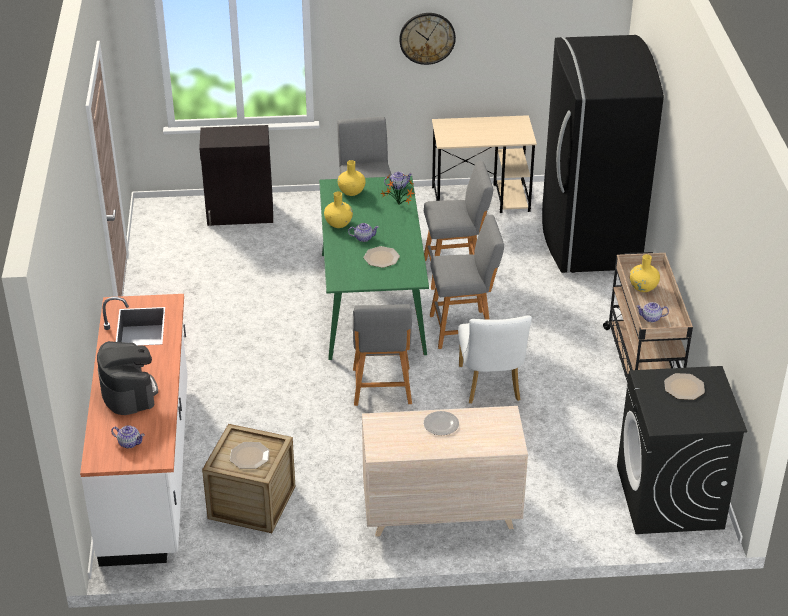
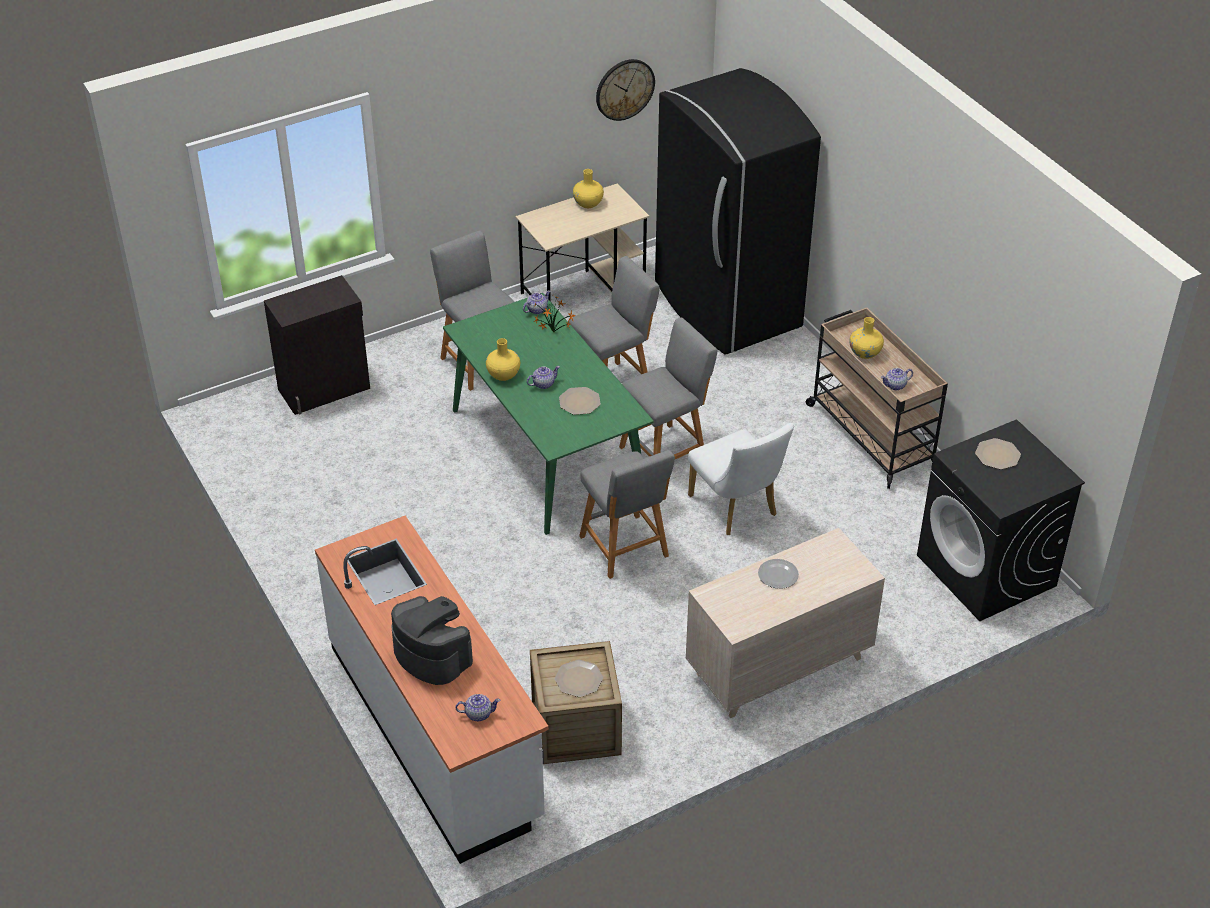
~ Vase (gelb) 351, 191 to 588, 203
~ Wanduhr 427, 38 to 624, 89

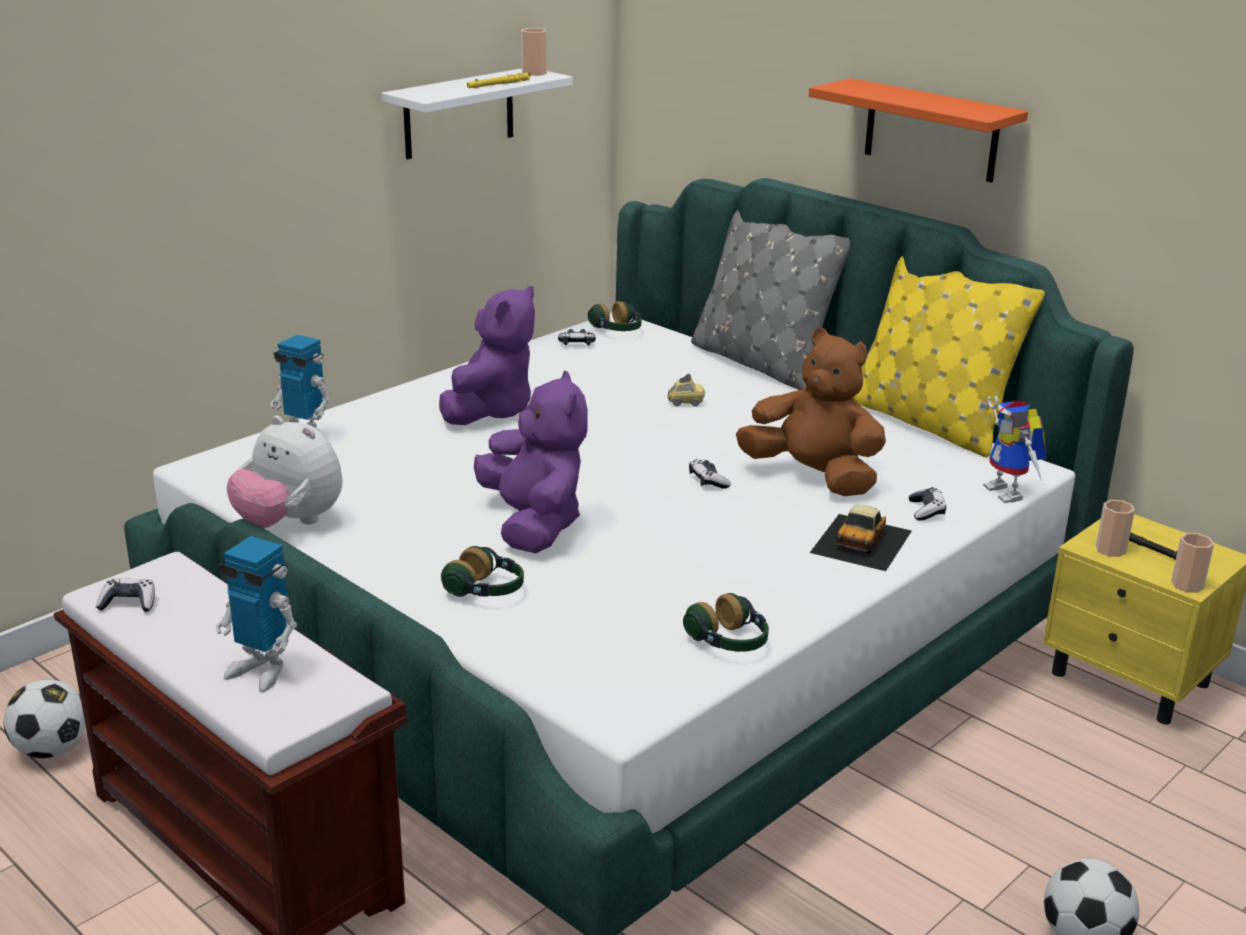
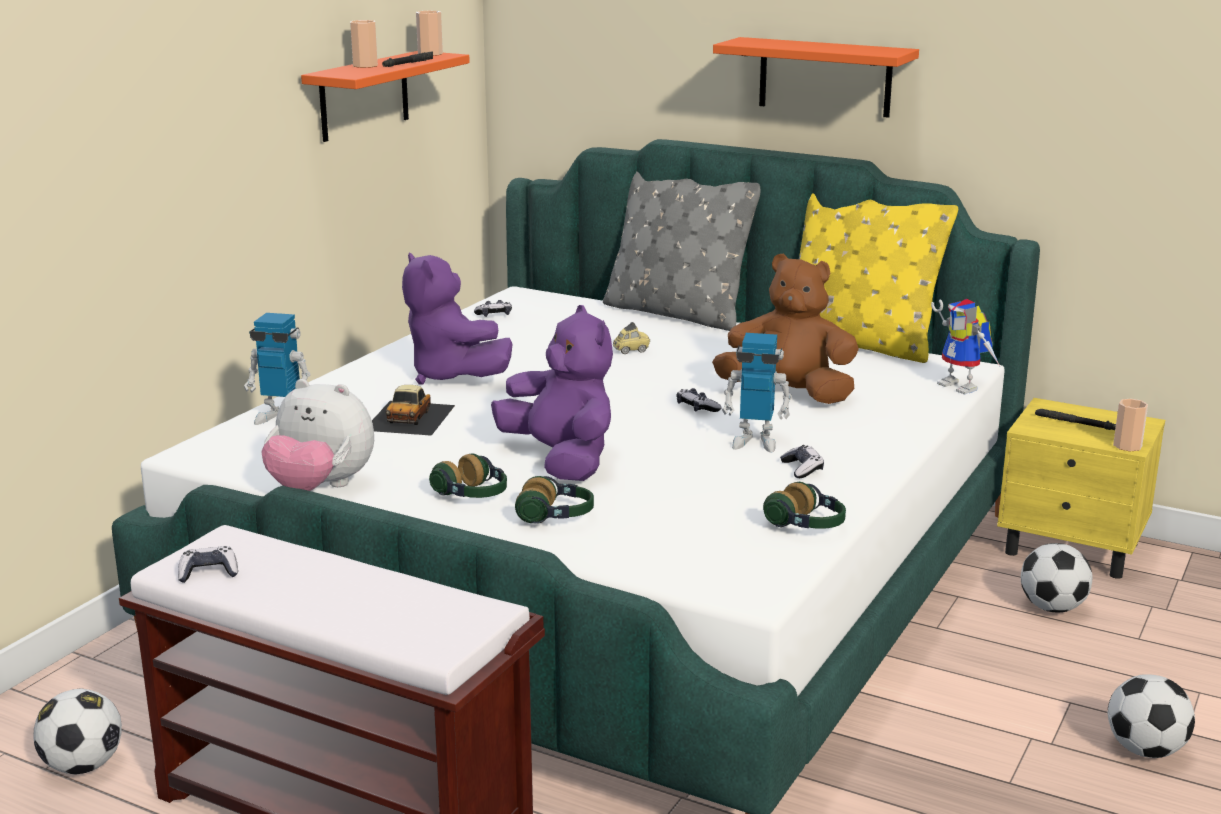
~ Wandregal (weiß) 459, 113 to Wandregal (orange) 364, 96
~ Tasse 1110, 550 to 365, 65
~ Spielzeugauto 862, 541 to 410, 417
~ Taschenlampe (gelb) 500, 84 to Taschenlampe (schwarz) 409, 63
~ Plüschtier (lila) 491, 410 = 452, 376 135 degrees clockwise
~ Kopfhörer 617, 331 to 473, 496
~ Spielzeugroboter 261, 671 to 755, 442
~ Gamepad 926, 511 to 802, 469
+ Fußball 1052, 608

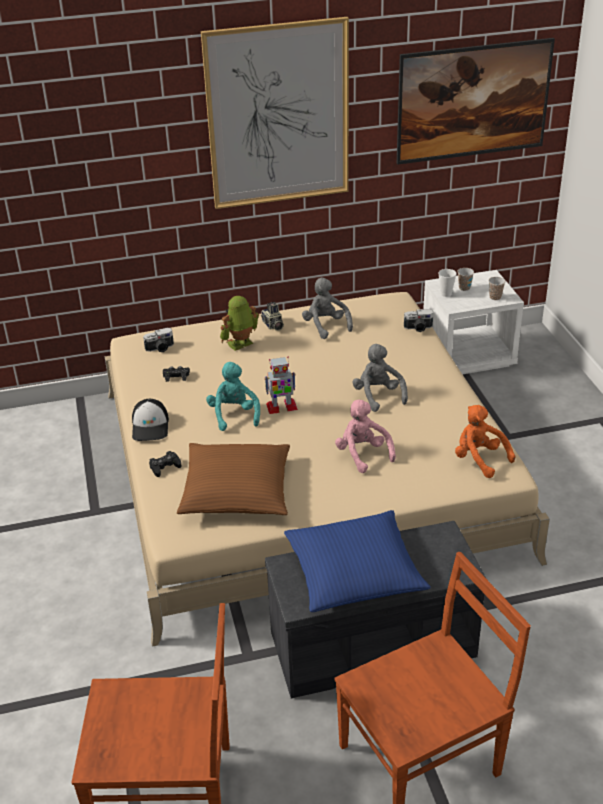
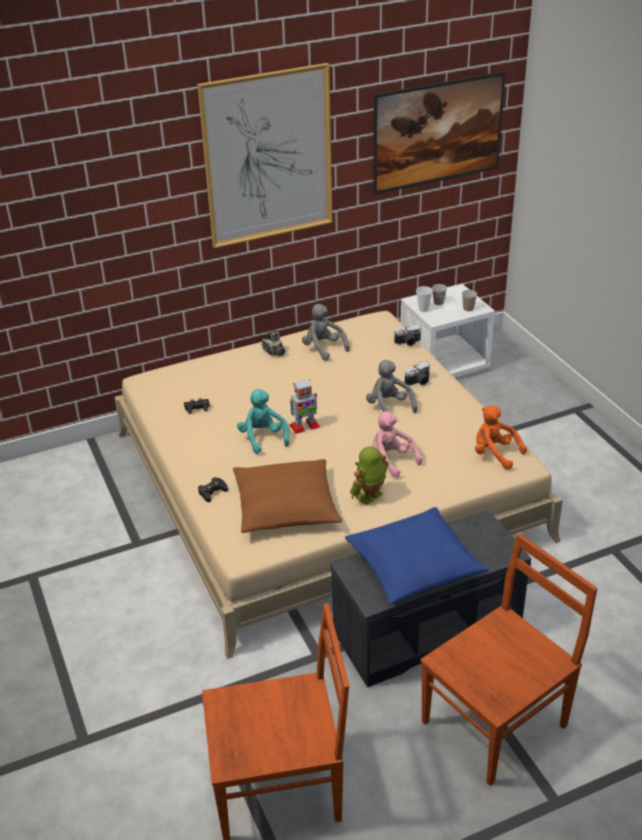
~ Spielzeugroboter 241, 344 to 370, 497
~ Kamera 160, 348 to 419, 382
- Kappe 150, 426

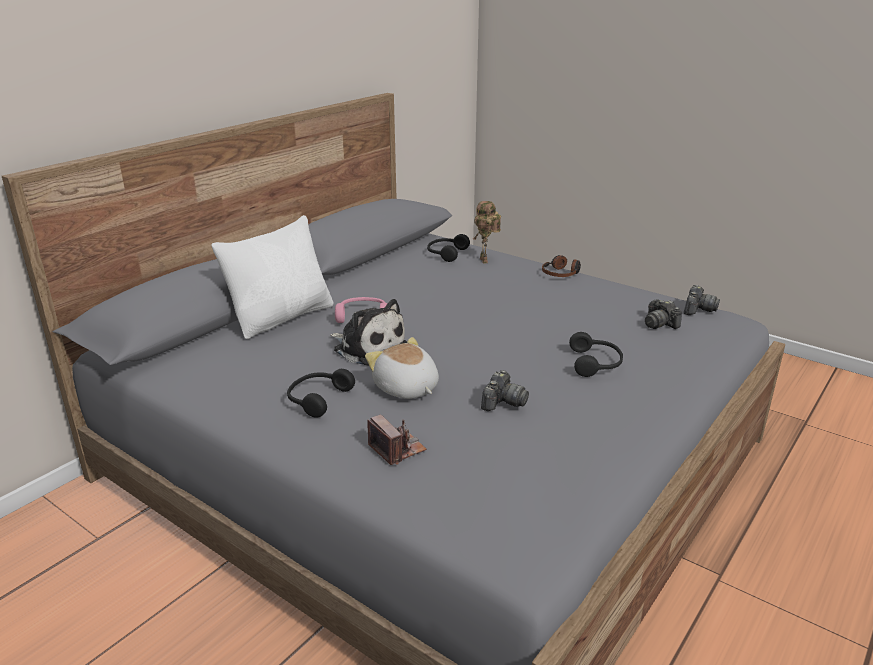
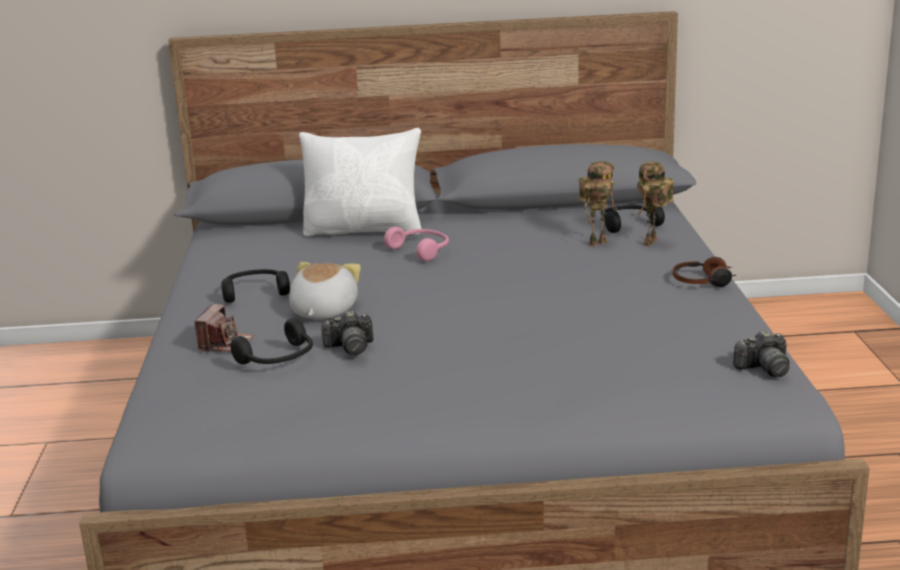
~ Kopfhörer (schwarz) 596, 363 to 278, 359
+ Spielzeugroboter 597, 242
- Plüschtier 367, 347
- Kamera 659, 324

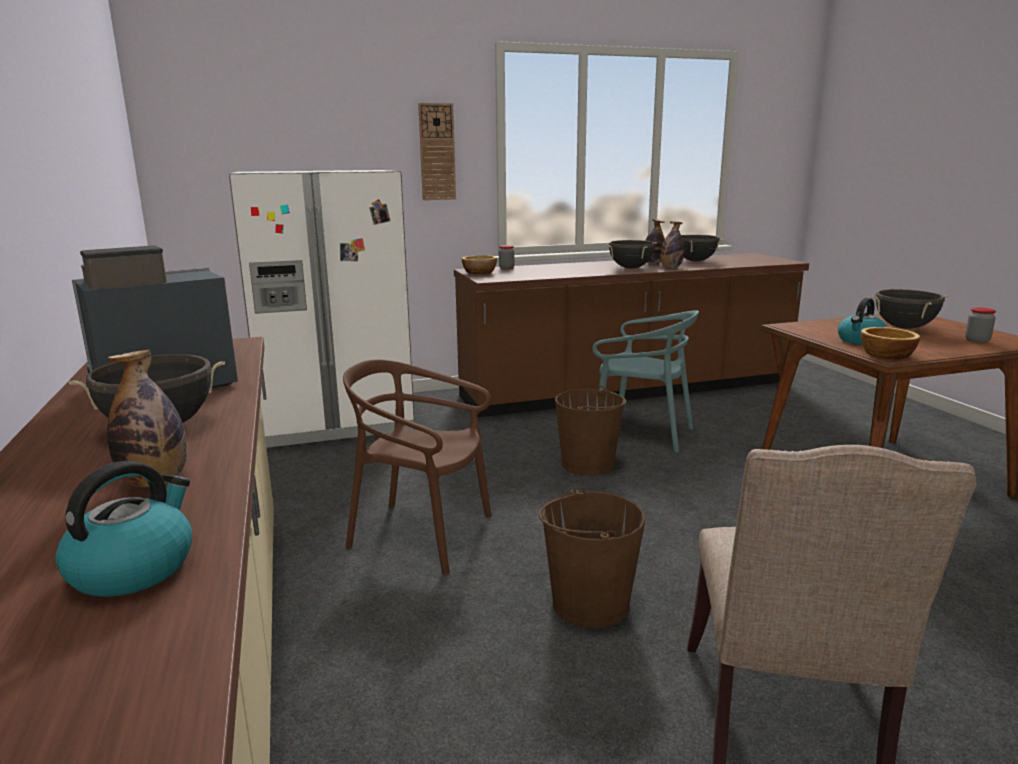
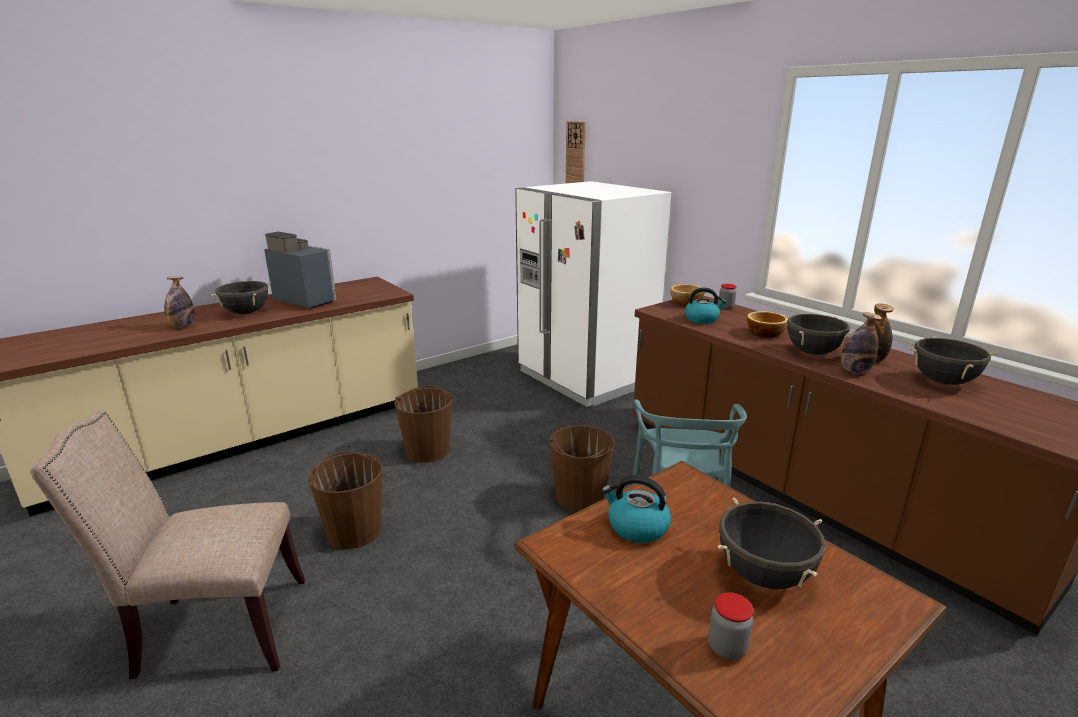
~ Stuhl (braun) 421, 535 to Eimer (braun) 427, 450
~ Wanduhr 437, 152 to 575, 159
~ Wasserkessel 133, 568 to 702, 319
~ Schüssel 885, 355 to 765, 333

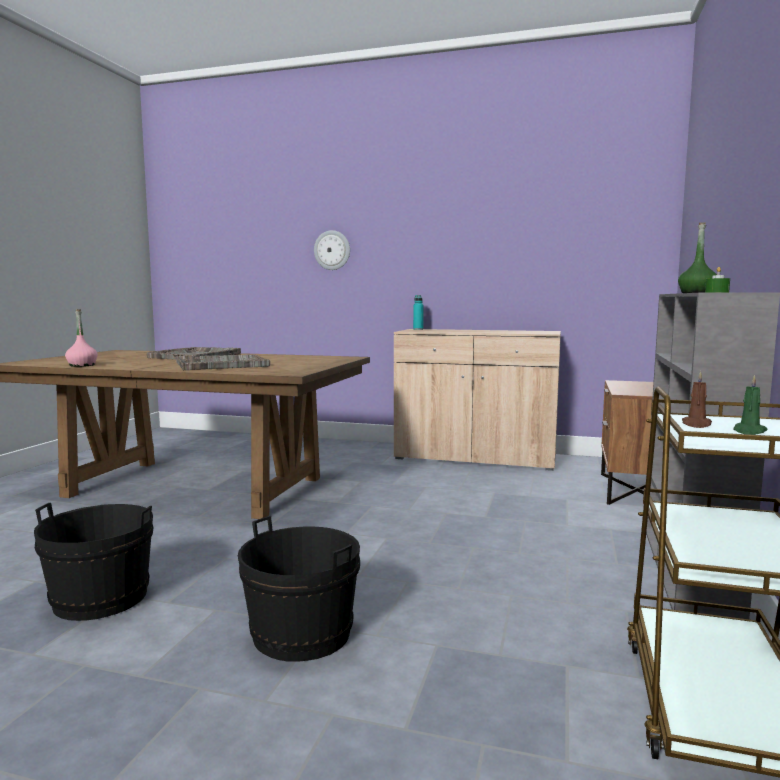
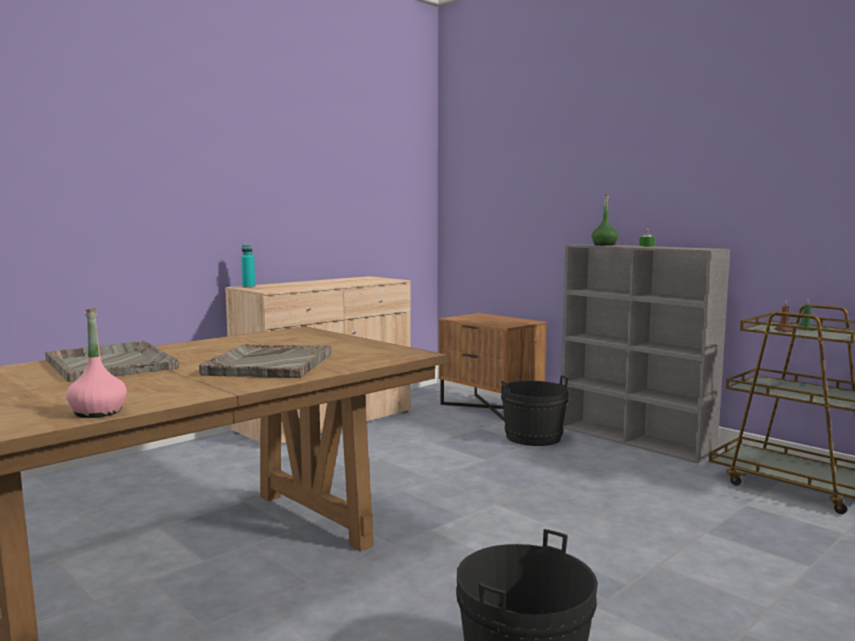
~ Eimer (schwarz) 301, 634 to 533, 437
- Wanduhr 332, 250

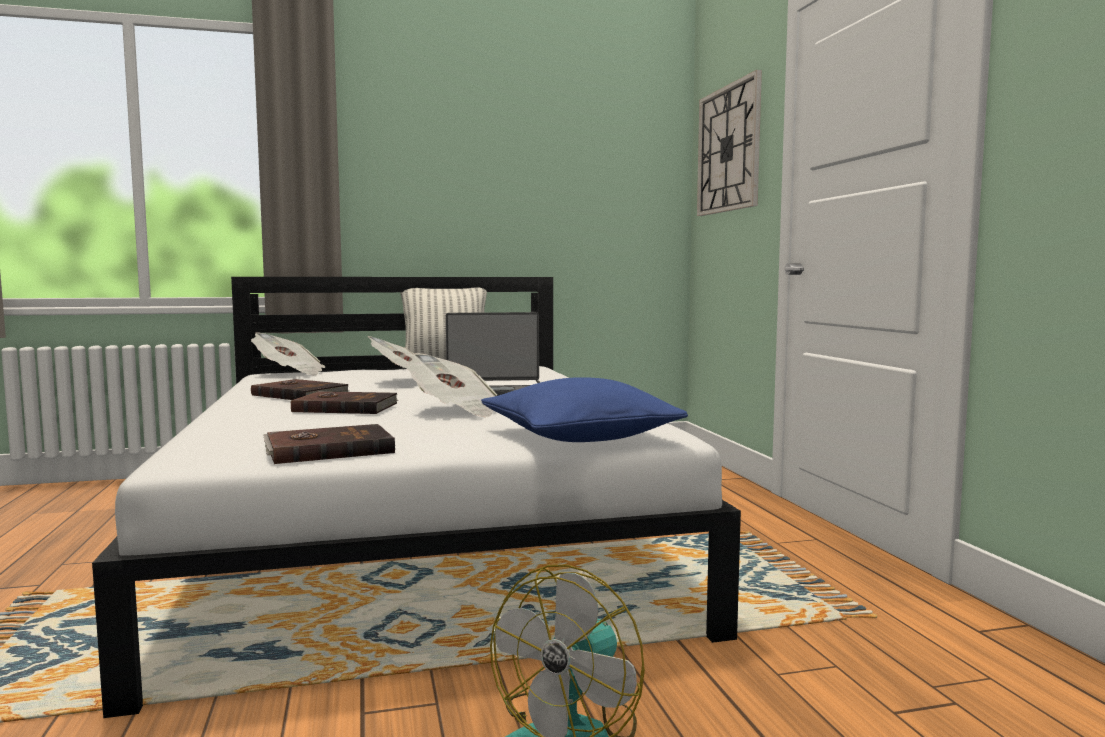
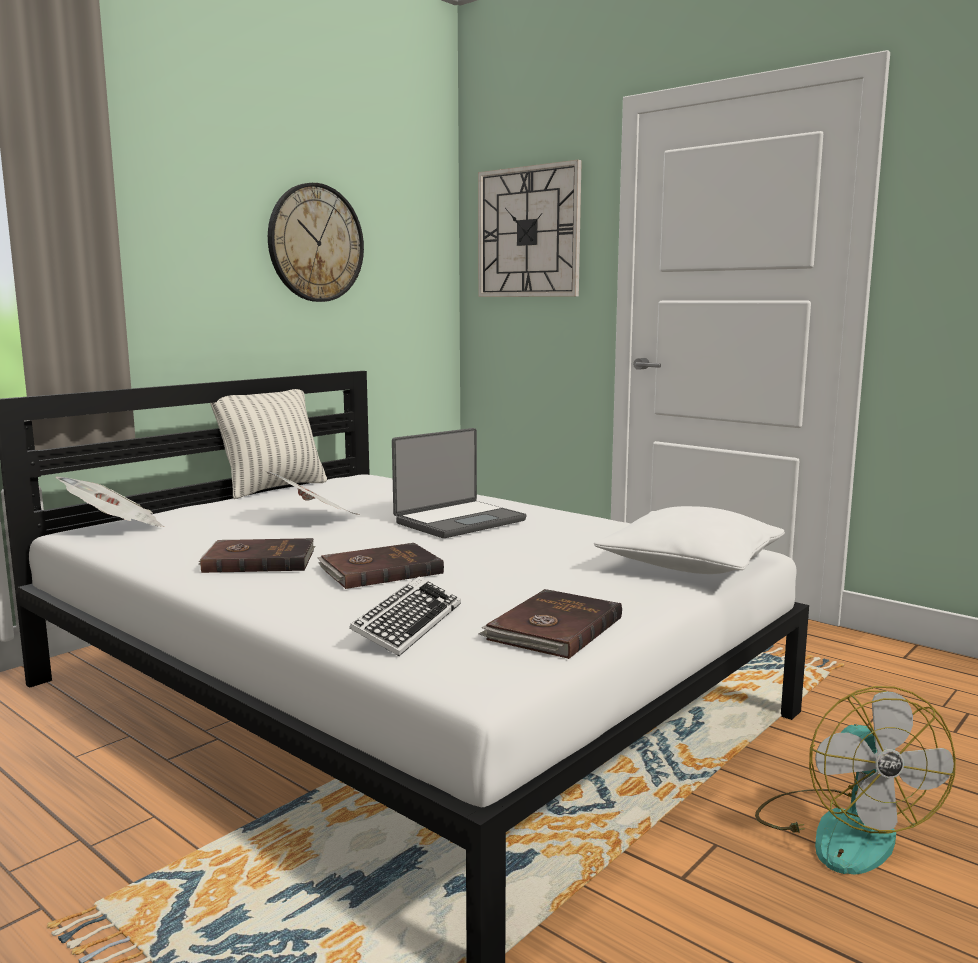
+ Wanduhr 315, 243
+ Tastatur 408, 624
~ Kissen (blau) 580, 436 to Kissen (weiß) 690, 564
- Zeitung 456, 411

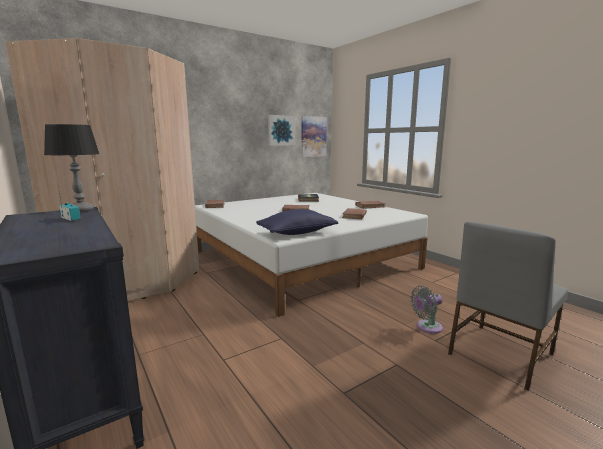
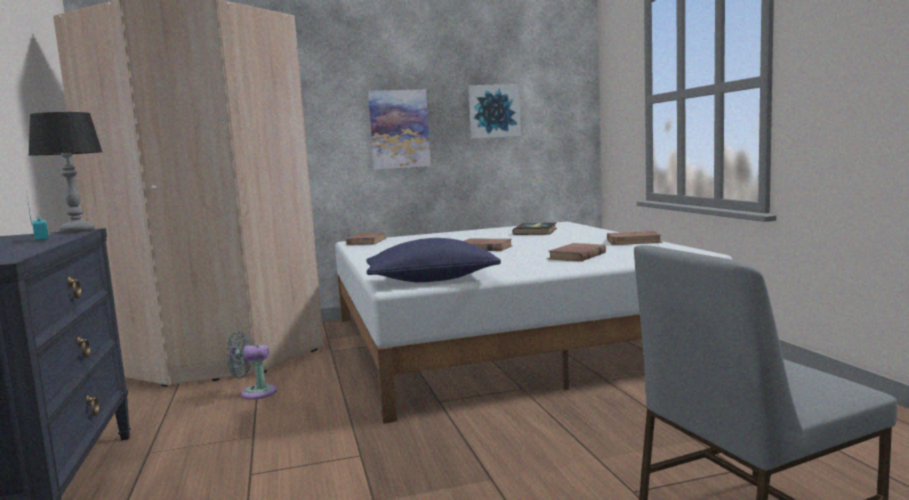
~ Ventilator (grau) 427, 327 to 254, 393
~ Bild 313, 136 to 399, 129

